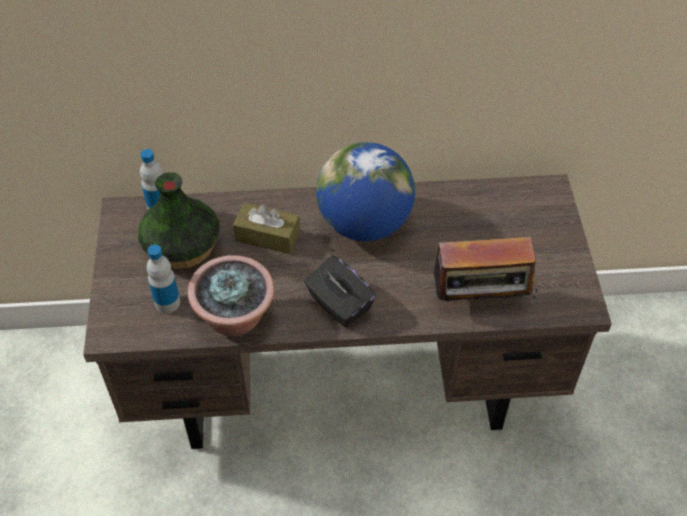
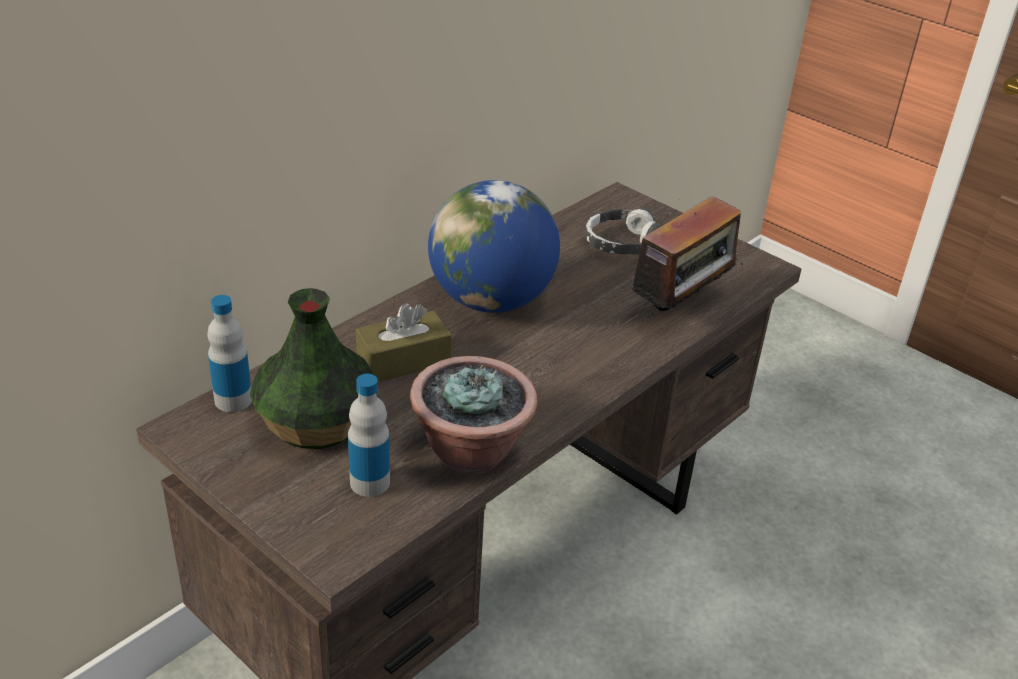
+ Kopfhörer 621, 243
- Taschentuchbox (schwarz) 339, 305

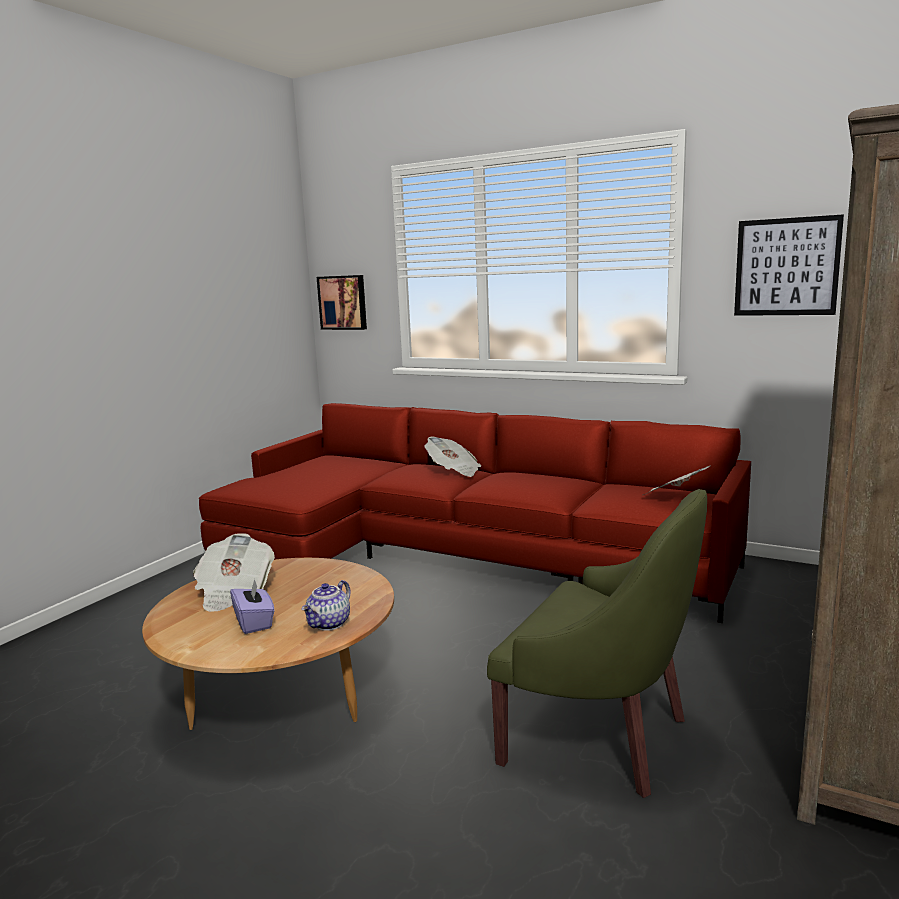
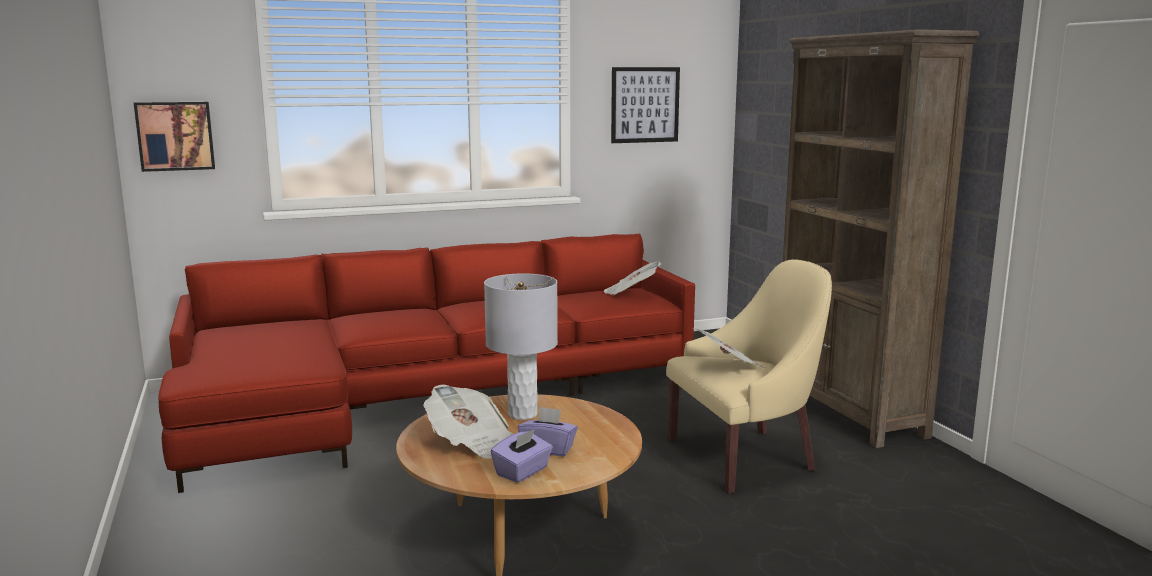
+ Tischlampe (grau) 522, 414
+ Taschentuchbox (lila) 522, 472
~ Sessel (grün) 600, 735 to Sessel (beige) 745, 456
~ Zeitung 454, 471 to 729, 366
- Teekanne 329, 624

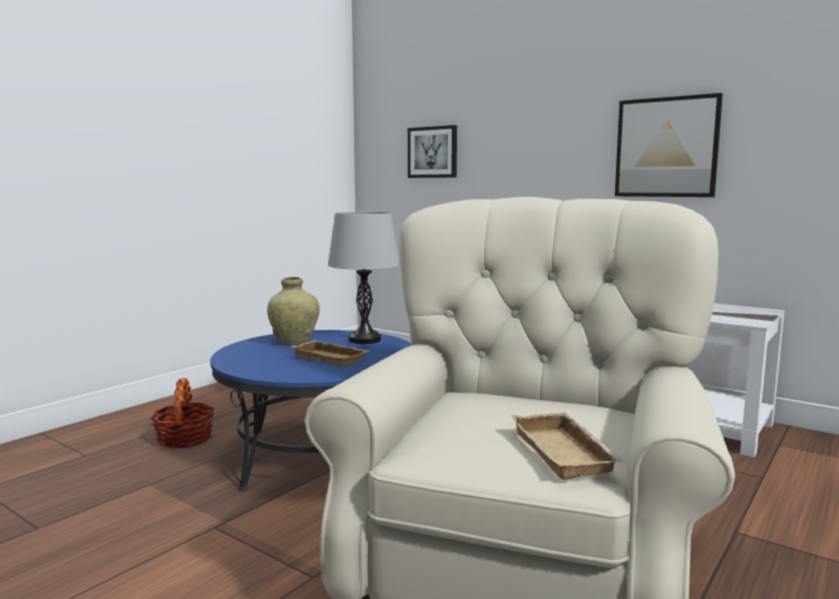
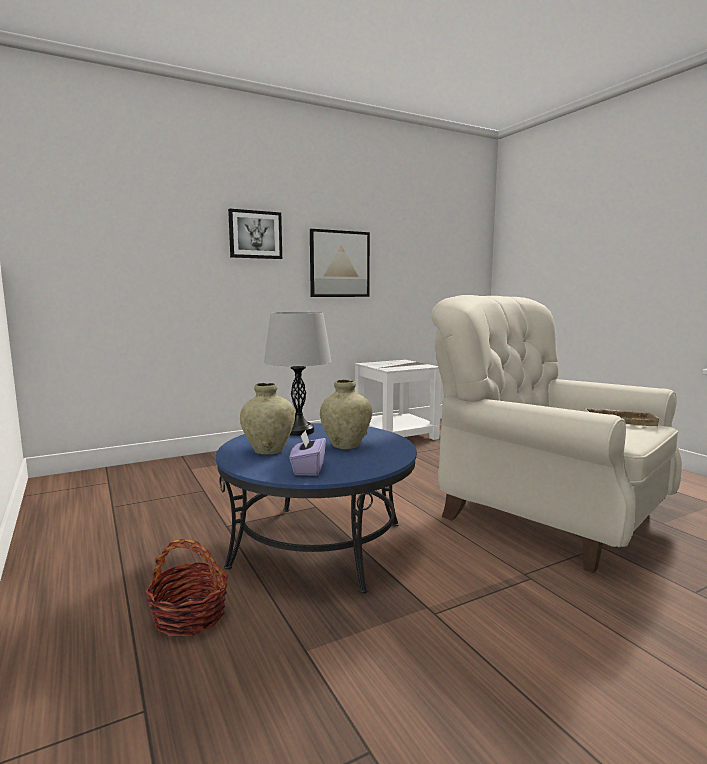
~ Bild 433, 152 to 255, 234
+ Taschentuchbox (lila) 308, 469
~ Tablett (beige) 332, 358 to Vase (beige) 346, 445

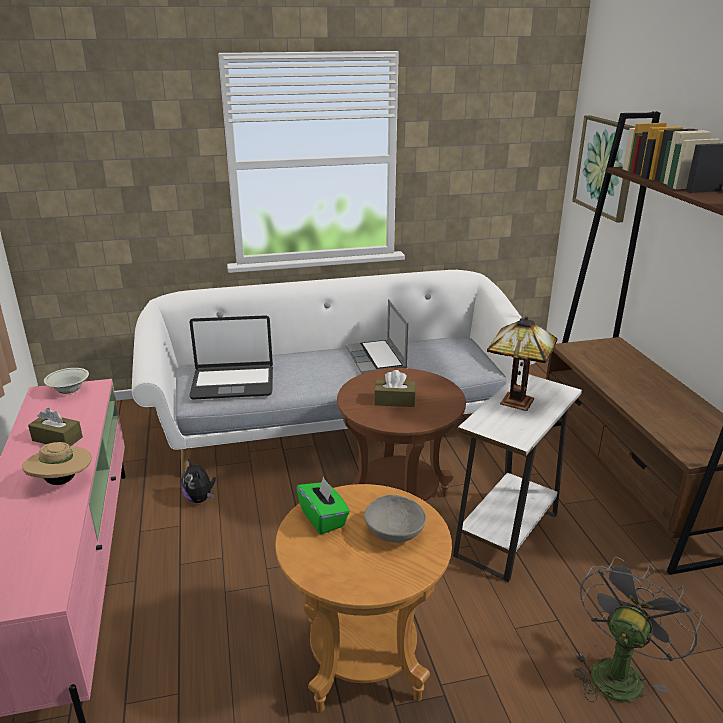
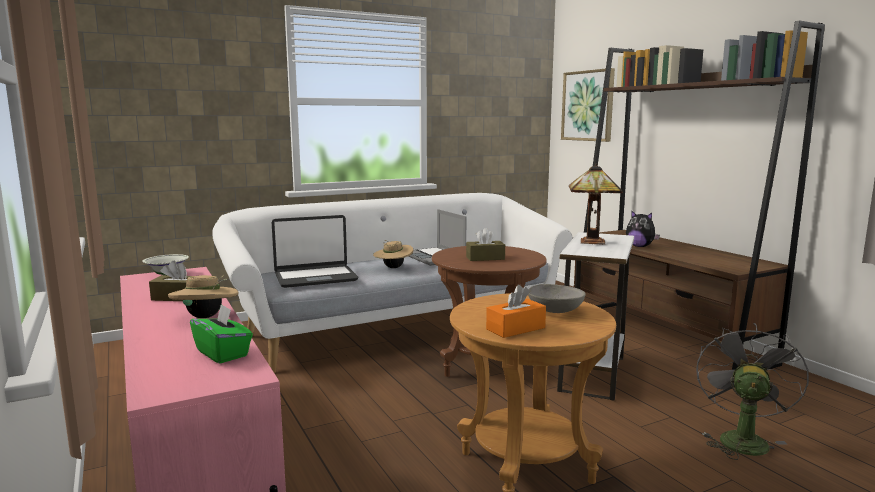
~ Taschentuchbox (grün) 323, 518 to 223, 353
+ Hut (beige) 393, 267
+ Taschentuchbox (orange) 515, 328
~ Plüschtier 200, 498 to 640, 246

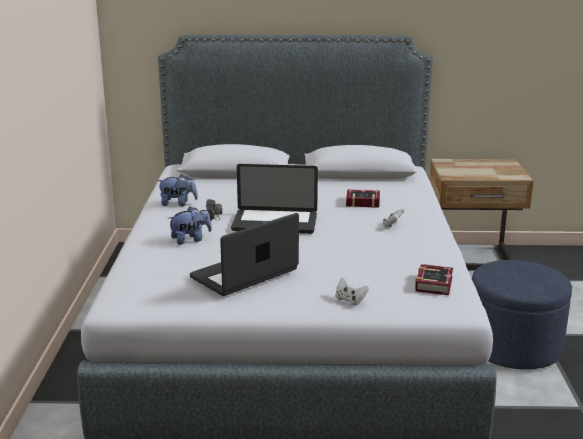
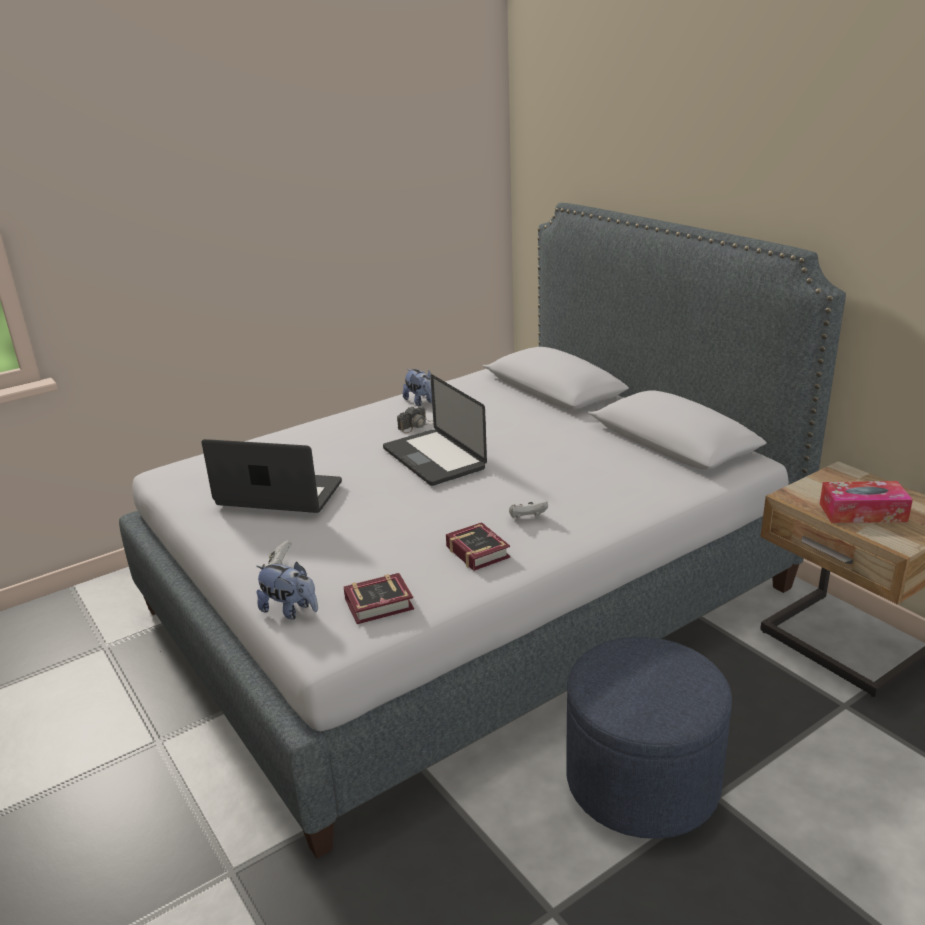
~ Plüschtier 190, 240 to 290, 610
~ Buch 361, 202 to 477, 550
+ Taschentuchbox 862, 512

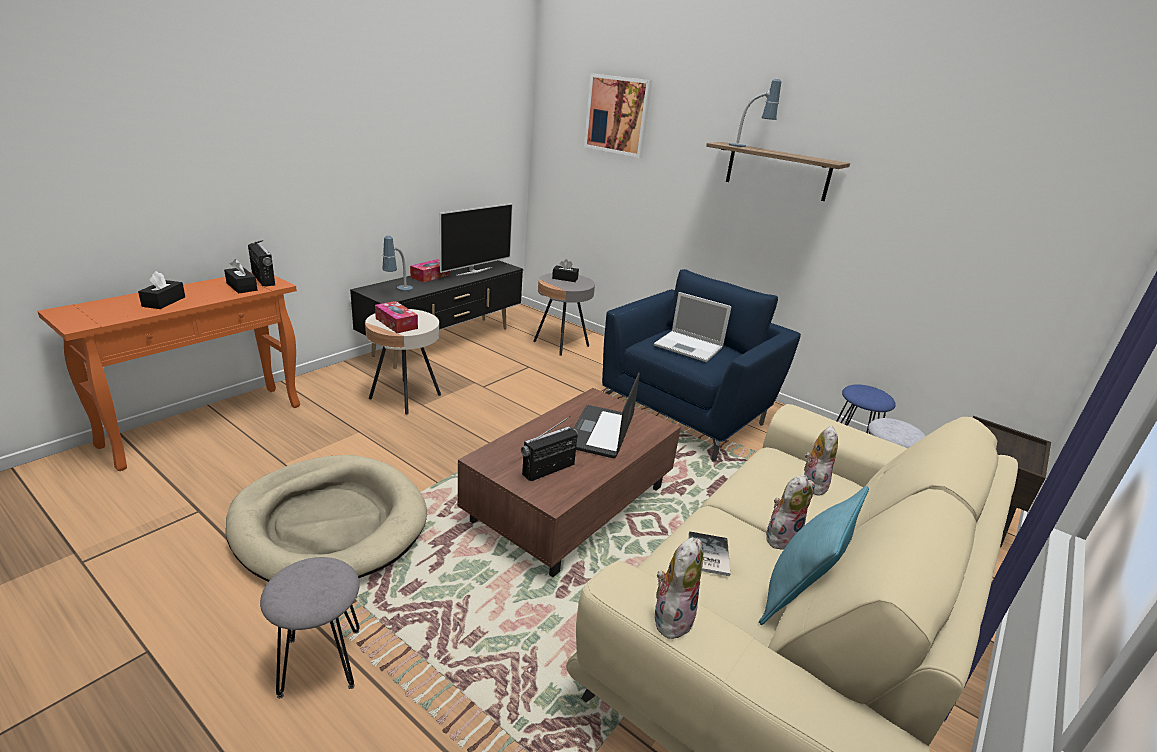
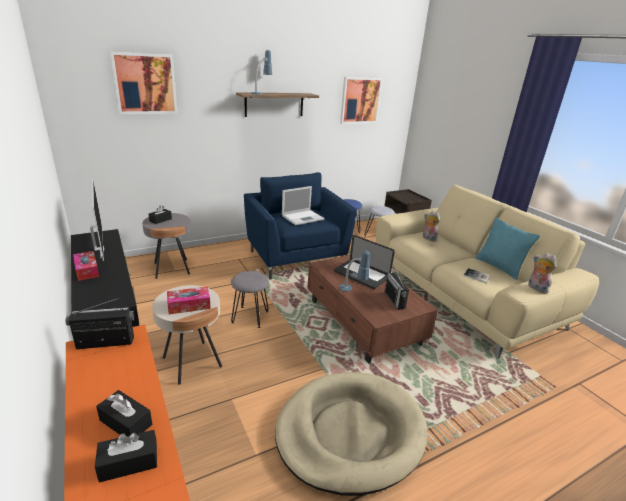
~ Taschentuchbox (schwarz) 242, 287 to 129, 462
~ Hocker (grau) 320, 662 to 250, 317
~ Tischlampe 398, 291 to 352, 292
+ Bild 360, 100
- Plüschtier 781, 537

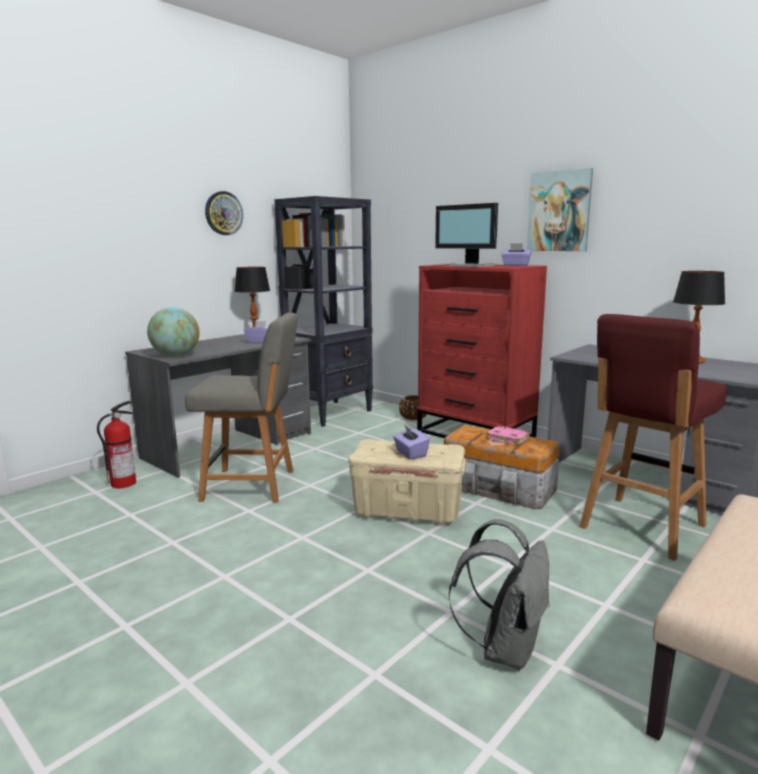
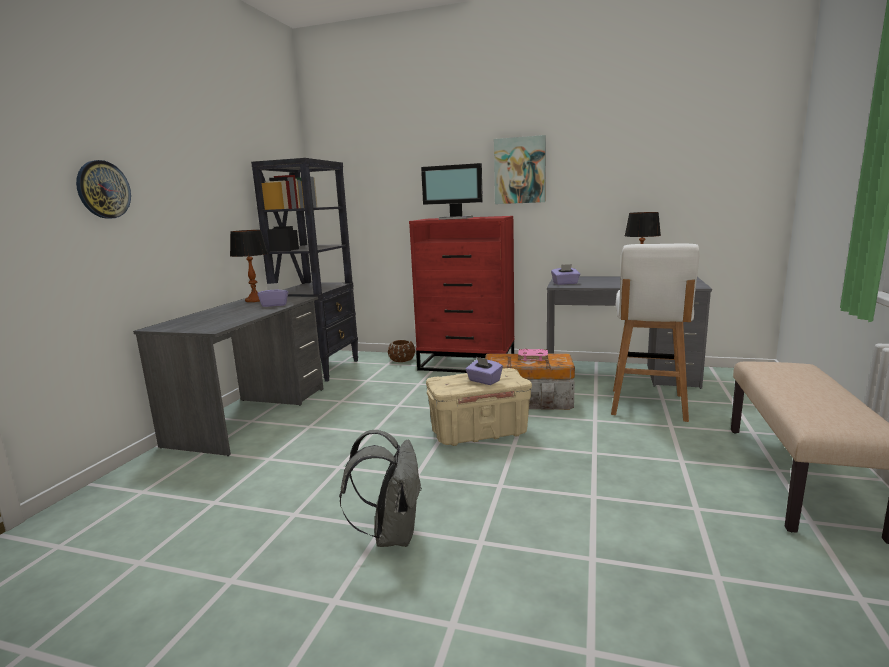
~ Wanduhr 223, 213 to 103, 189
~ Rucksack (grau) 505, 648 to 391, 534
~ Taschentuchbox (lila) 515, 265 to 565, 283
~ Hocker (rot) 640, 527 to Hocker (weiß) 647, 405
- Feuerlöscher 124, 483
- Globus 176, 356
- Stuhl (grau) 252, 485

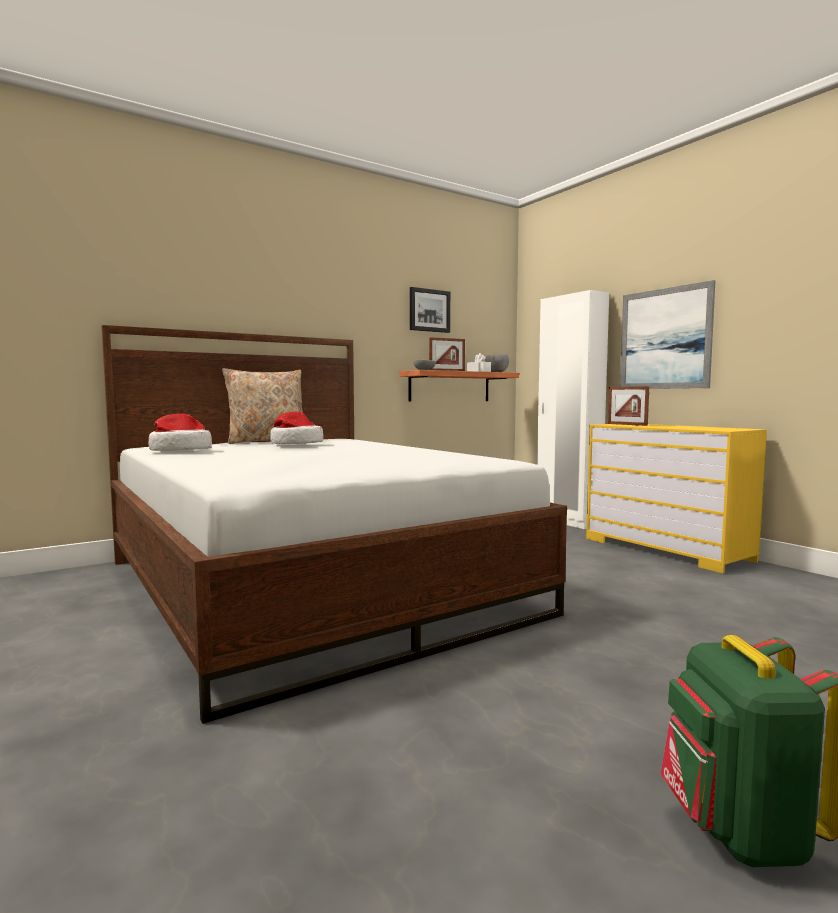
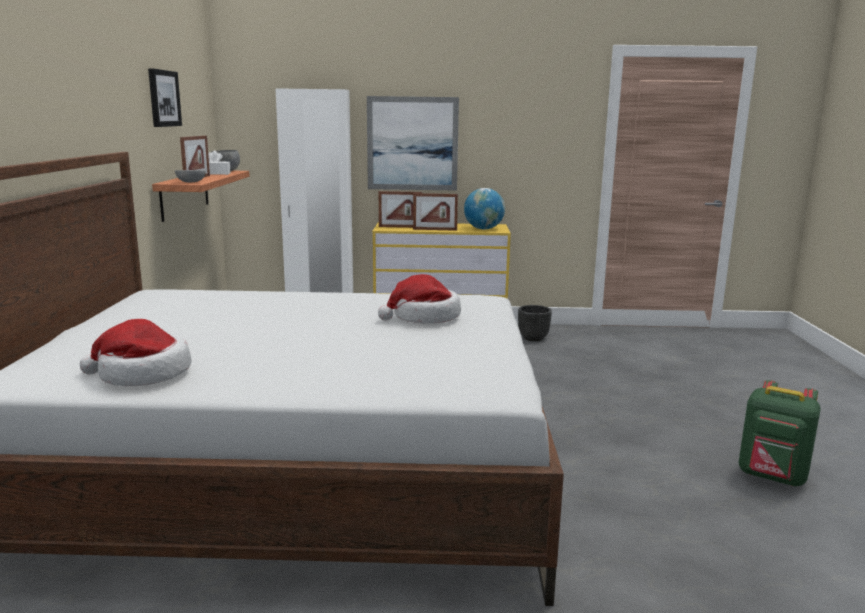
~ Hut 295, 444 to 424, 317
+ Bilderrahmen 435, 229
+ Globus 483, 229
+ Pflanzkübel (schwarz) 533, 338
- Kissen (beige) 267, 441

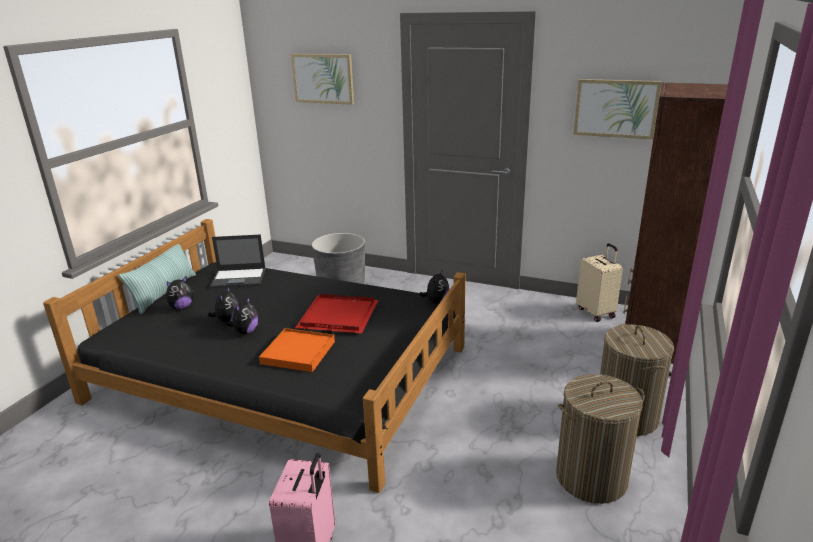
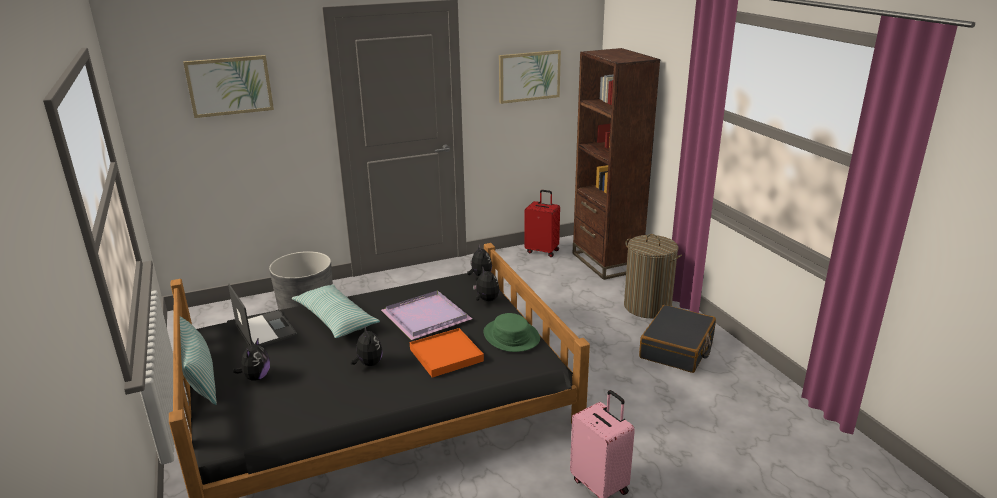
~ Laptop 239, 278 = 265, 329 75 degrees counterclockwise
+ Kissen 335, 319
~ Tablett (rot) 340, 315 to Tablett (lila) 426, 316
~ Plüschtier 227, 320 to 486, 300
+ Hut (grün) 511, 336
~ Koffer (beige) 596, 312 to Koffer (rot) 542, 251
~ Wäschekorb 591, 478 to Koffer (schwarz) 677, 348

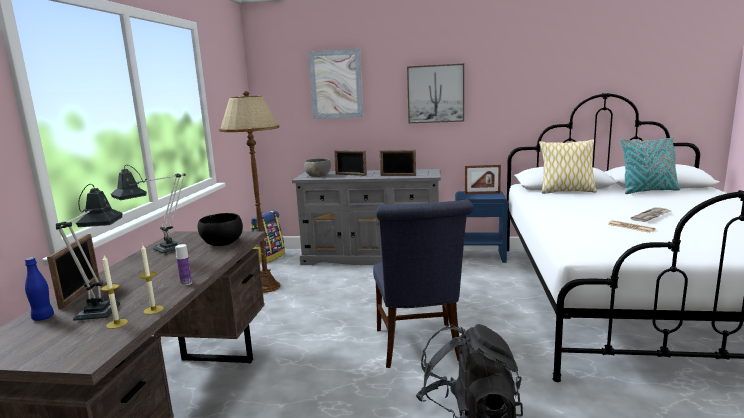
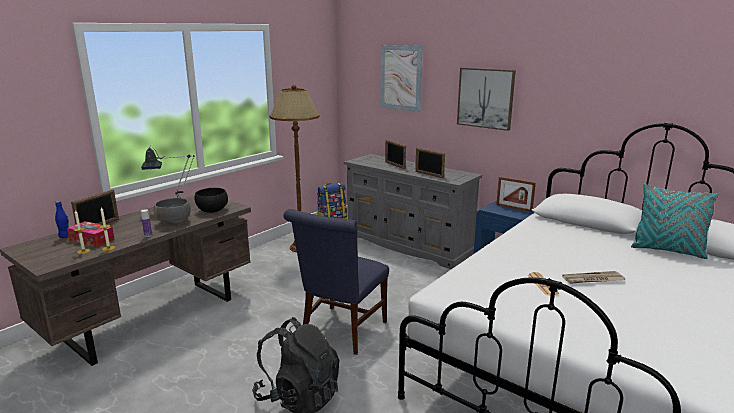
~ Tischlampe 102, 309 to Taschentuchbox 91, 240
~ Schüssel (grau) 318, 176 to 173, 222
- Kissen 566, 191

